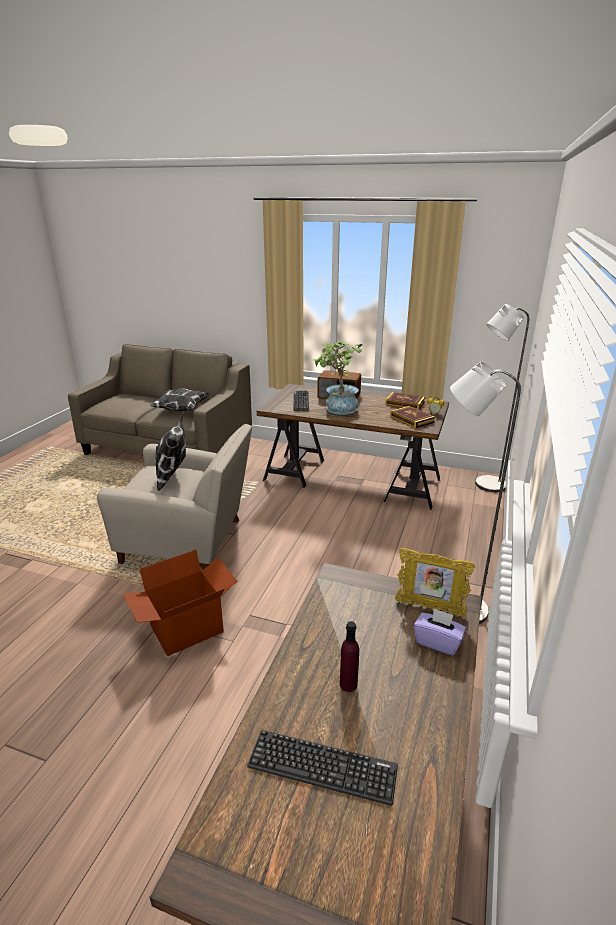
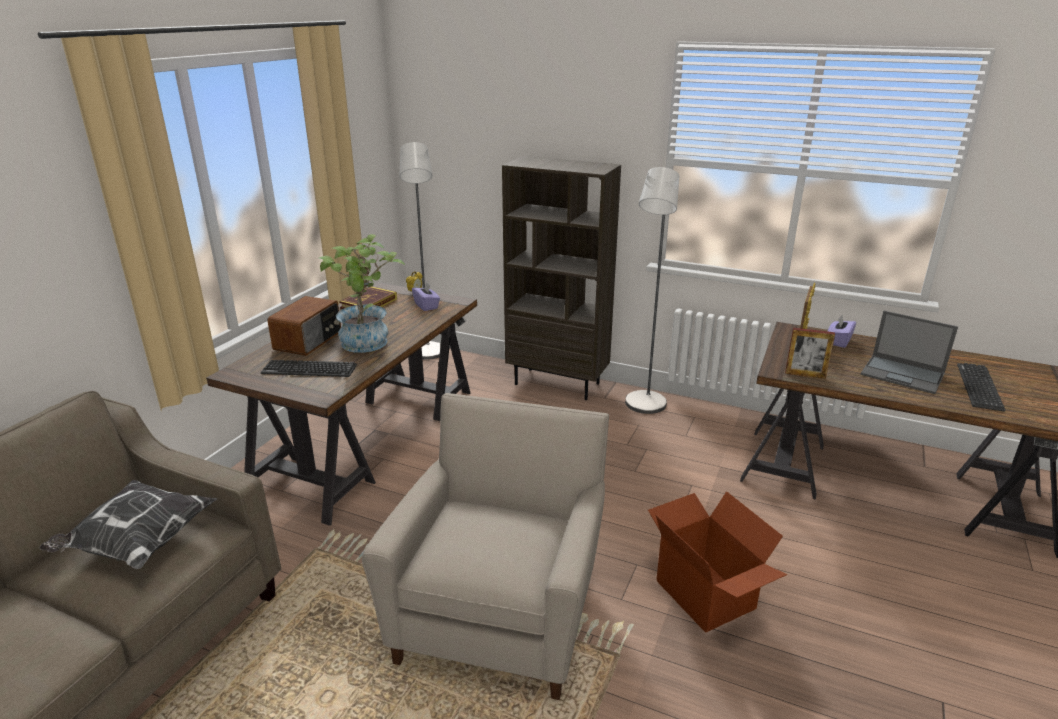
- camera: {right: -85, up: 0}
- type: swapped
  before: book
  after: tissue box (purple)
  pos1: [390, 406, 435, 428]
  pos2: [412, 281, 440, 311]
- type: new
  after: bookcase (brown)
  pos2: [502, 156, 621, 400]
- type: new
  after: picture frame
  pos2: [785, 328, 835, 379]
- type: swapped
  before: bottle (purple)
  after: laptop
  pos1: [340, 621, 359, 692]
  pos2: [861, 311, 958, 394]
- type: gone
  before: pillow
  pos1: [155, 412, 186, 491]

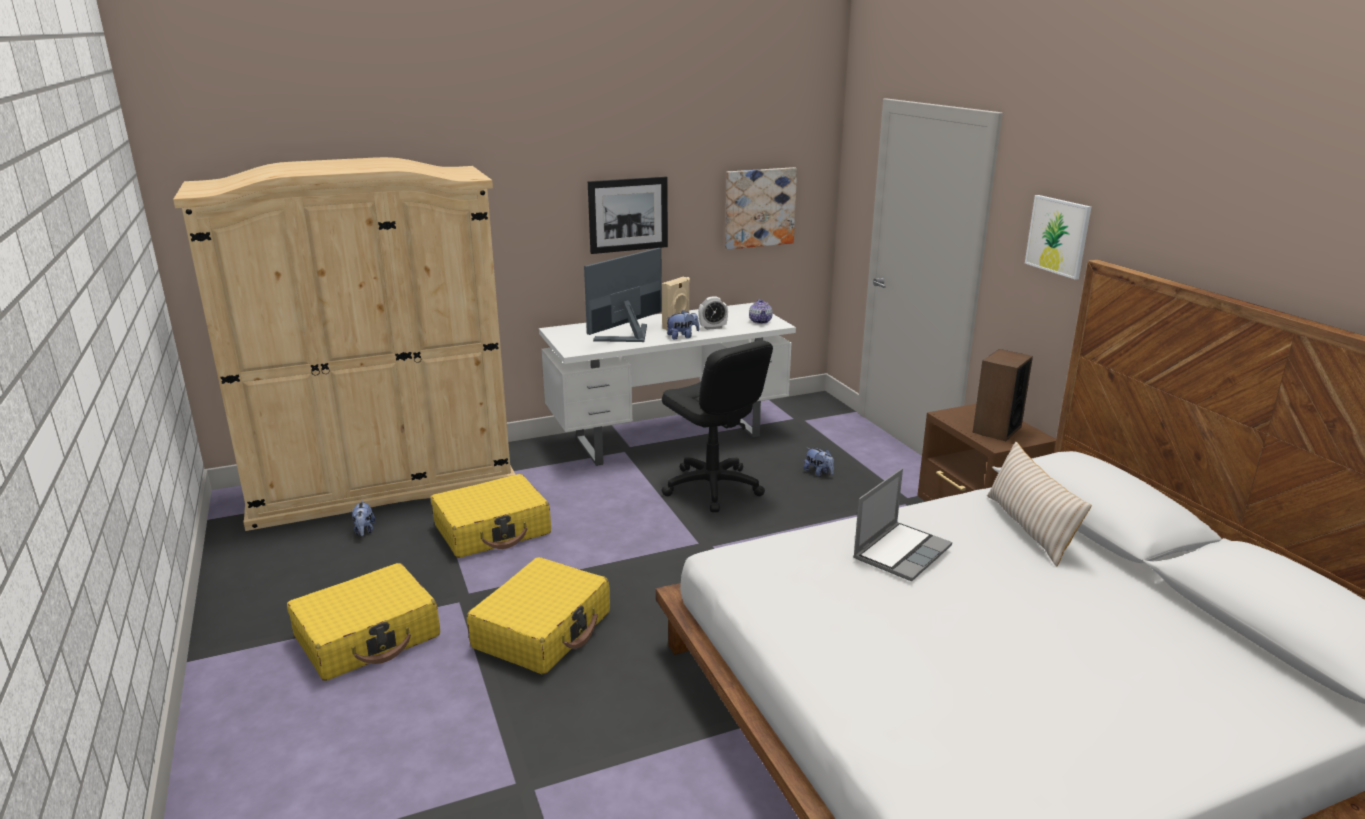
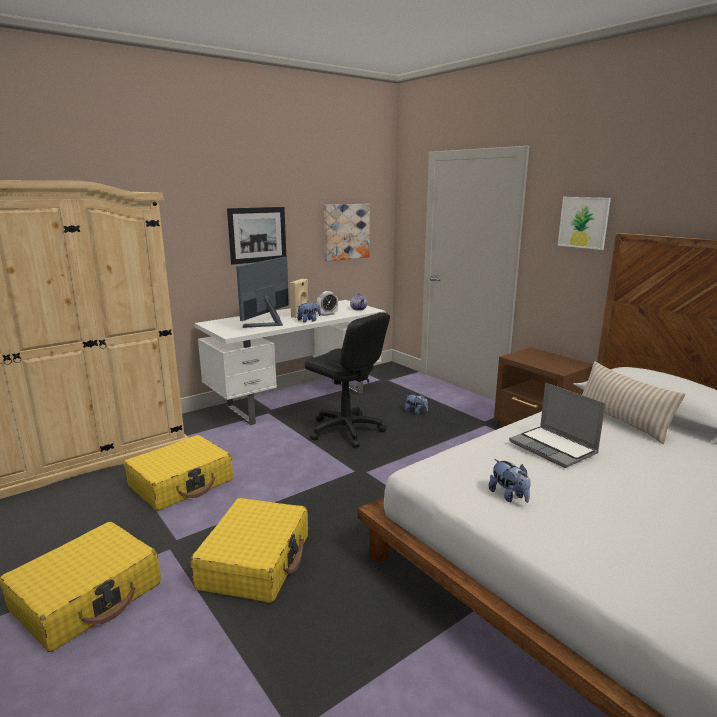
- camera: {right: -15, up: -5}
- type: shifted
  before: plush toy
  pos1: [351, 500, 375, 536]
  pos2: [488, 459, 531, 503]
- type: rotated
  before: laptop
  pos1: [853, 468, 952, 581]
  pos2: [509, 383, 606, 468]
  turn: 120
- type: gone
  before: speaker
  pos1: [972, 349, 1033, 441]

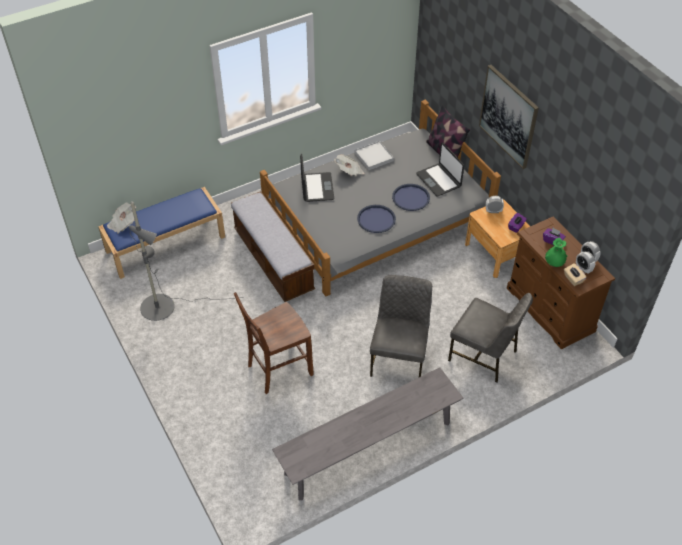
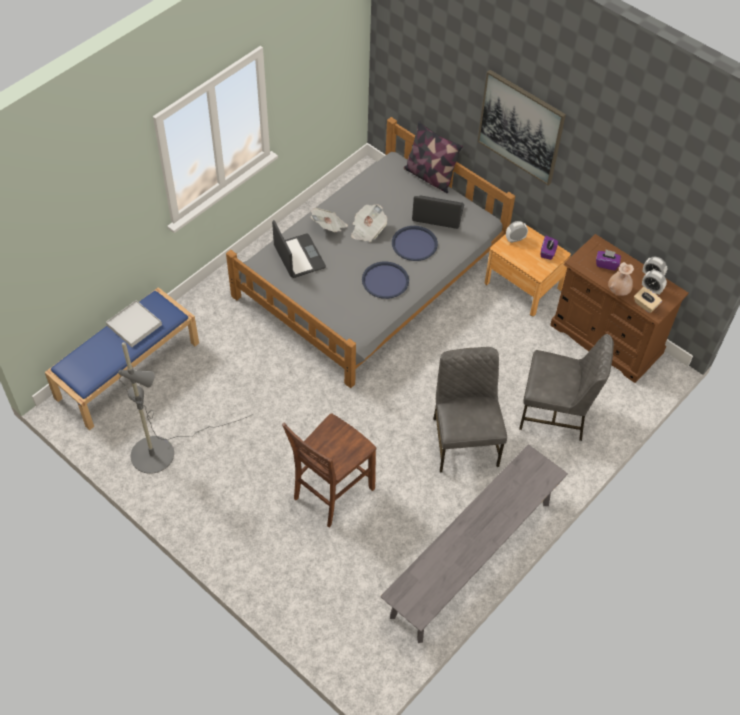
- camera: {right: -20, up: 5}
- type: shifted
  before: tray (white)
  pos1: [355, 141, 394, 170]
  pos2: [106, 300, 162, 347]
- type: shifted
  before: newspaper
  pos1: [107, 203, 136, 234]
  pos2: [351, 204, 387, 242]
- type: rotated
  before: laptop
  pos1: [416, 143, 464, 196]
  pos2: [412, 195, 464, 229]
  turn: 150
- type: repainted
  before: vase (green)
  after: vase (beige)
  pos1: [545, 238, 567, 267]
  pos2: [608, 262, 634, 296]
- type: gone
  before: bench
  pos1: [231, 191, 315, 302]

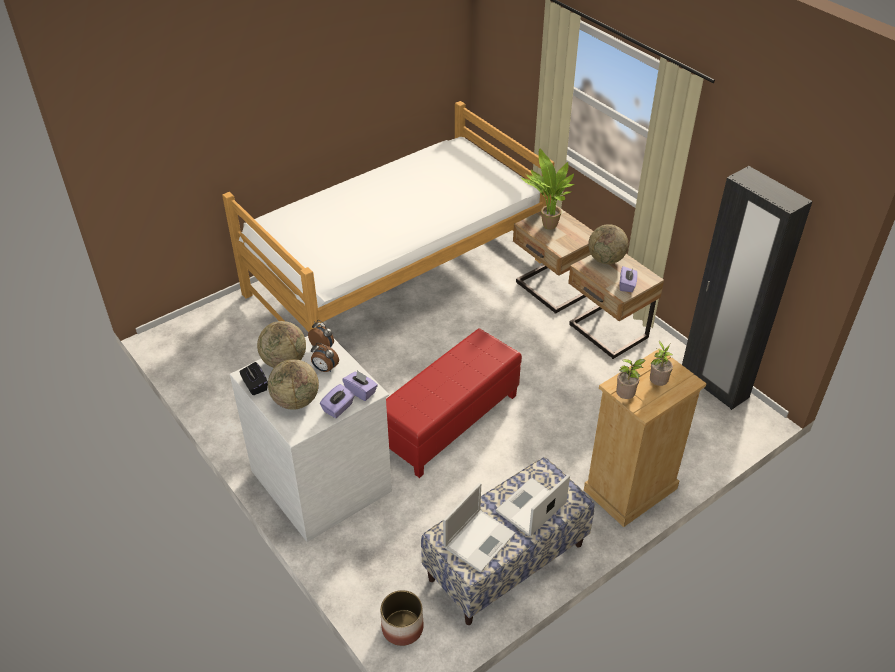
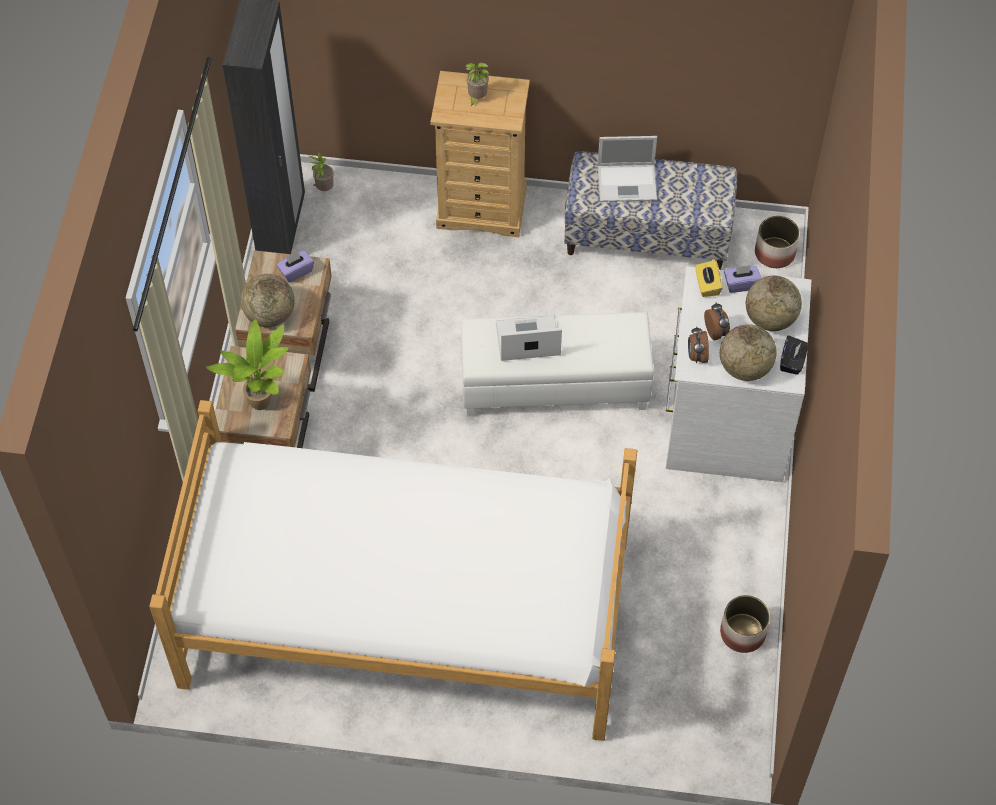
- camera: {right: -135, up: 15}
- type: shifted
  before: potted plant
  pos1: [616, 359, 646, 399]
  pos2: [308, 151, 334, 191]
- type: repainted
  before: ottoman (red)
  after: ottoman (white)
  pos1: [386, 328, 522, 478]
  pos2: [461, 312, 654, 417]
- type: shifted
  before: laptop
  pos1: [443, 483, 515, 572]
  pos2: [496, 315, 562, 361]
- type: repainted
  before: tissue box (purple)
  after: tissue box (yellow)
  pos1: [342, 370, 378, 401]
  pos2: [695, 260, 723, 297]
- type: new
  after: planter
  pos2: [720, 595, 770, 653]

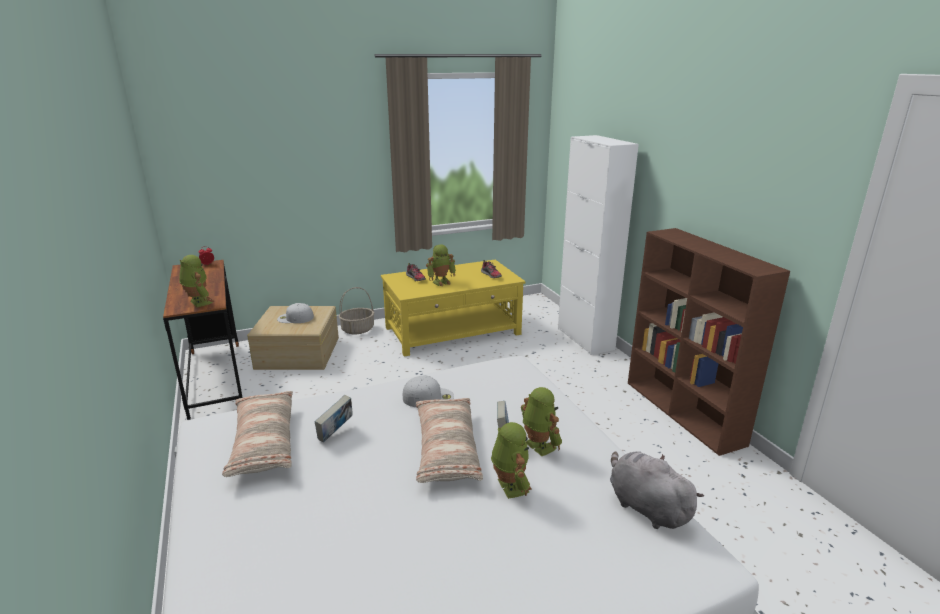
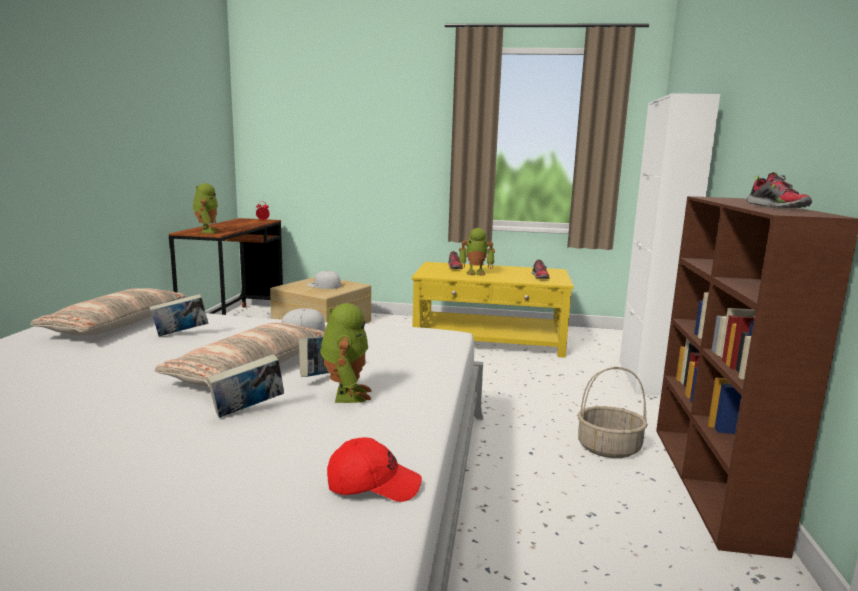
- camera: {right: 30, up: -10}
- type: swapped
  before: toy robot
  after: book
  pos1: [491, 422, 531, 499]
  pos2: [207, 354, 284, 418]
- type: swapped
  before: plush toy (grey)
  after: cap (red)
  pos1: [610, 451, 704, 529]
  pos2: [327, 437, 422, 502]
- type: shifted
  before: basket
  pos1: [339, 287, 374, 334]
  pos2: [578, 367, 648, 458]
- type: new
  after: shoe
  pos2: [746, 172, 812, 208]

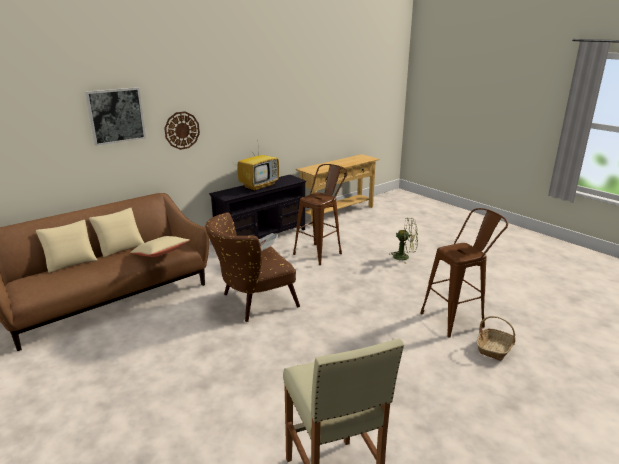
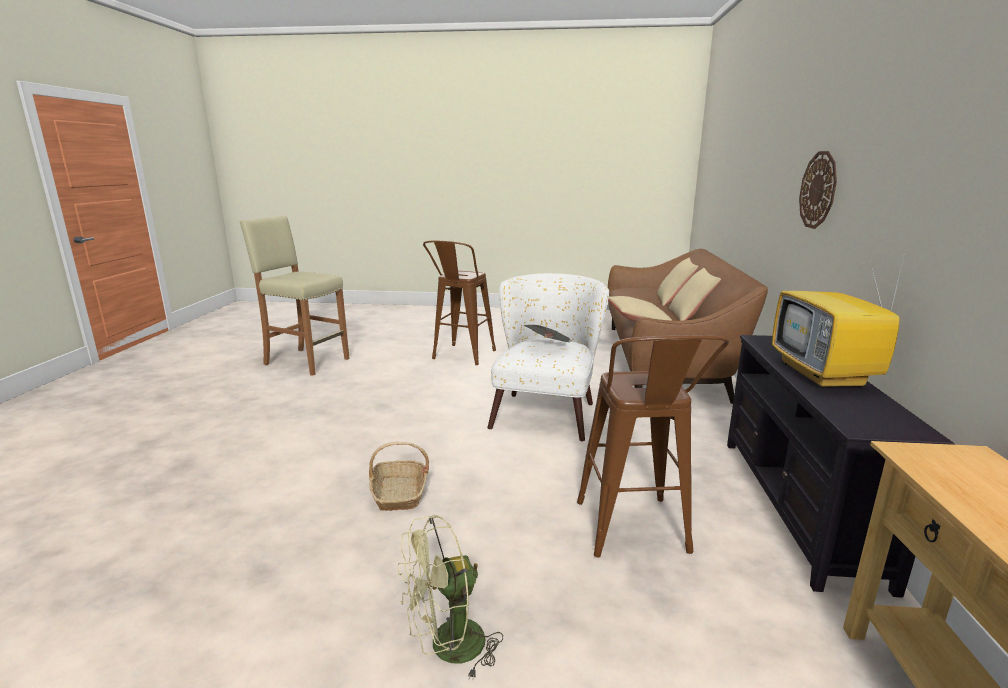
- camera: {right: 135, up: -5}
- type: shifted
  before: basket
  pos1: [477, 316, 516, 361]
  pos2: [369, 442, 429, 511]
- type: shifted
  before: stool (brown)
  pos1: [420, 208, 508, 337]
  pos2: [423, 240, 496, 365]
- type: repainted
  before: armchair (brown)
  after: armchair (white)
  pos1: [205, 212, 300, 322]
  pos2: [487, 273, 609, 442]
- type: gone
  before: picture
  pos1: [85, 87, 146, 146]

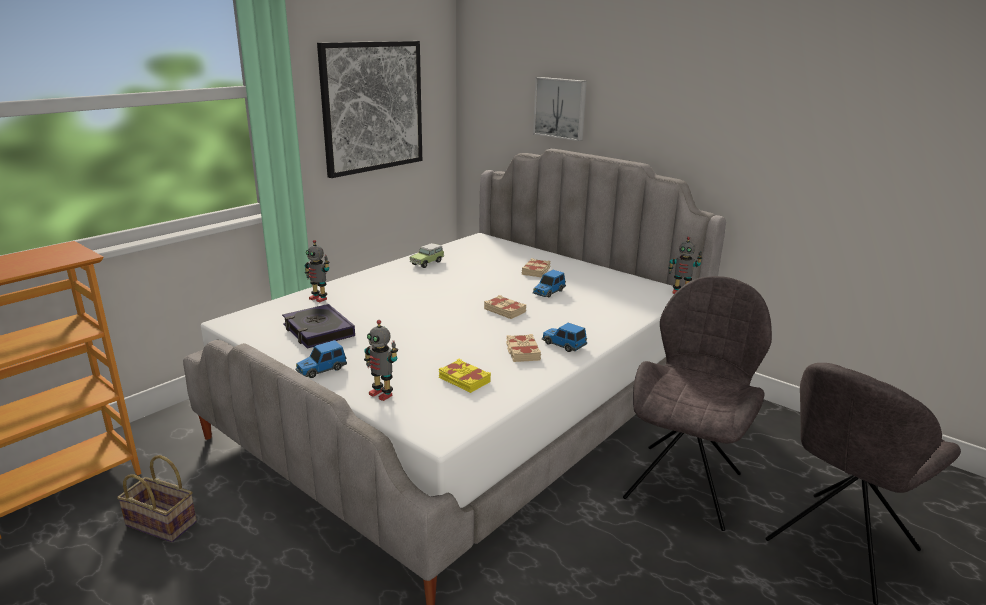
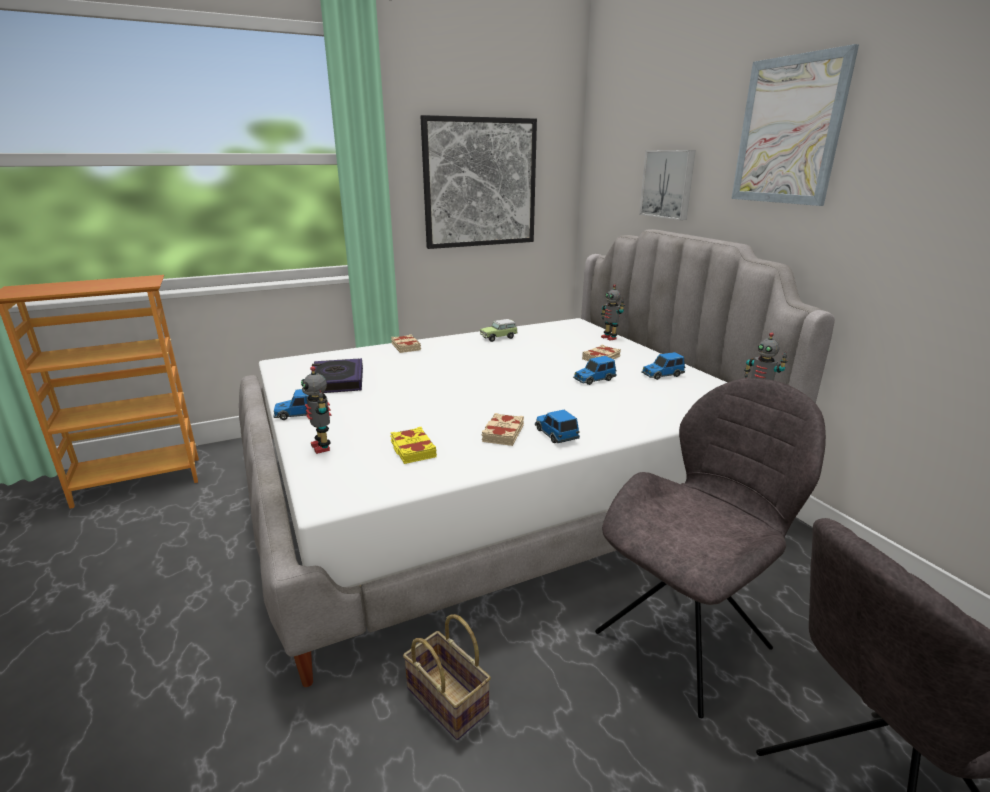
- camera: {right: 25, up: 0}
- type: shifted
  before: book (beige)
  pos1: [484, 295, 526, 319]
  pos2: [391, 334, 421, 353]
- type: shifted
  before: basket
  pos1: [117, 455, 197, 542]
  pos2: [403, 614, 491, 740]
- type: shifted
  before: toy robot
  pos1: [305, 240, 330, 302]
  pos2: [601, 284, 625, 341]
- type: new
  after: toy car
  pos2: [641, 352, 685, 380]
- type: new
  after: picture
  pos2: [732, 44, 859, 206]

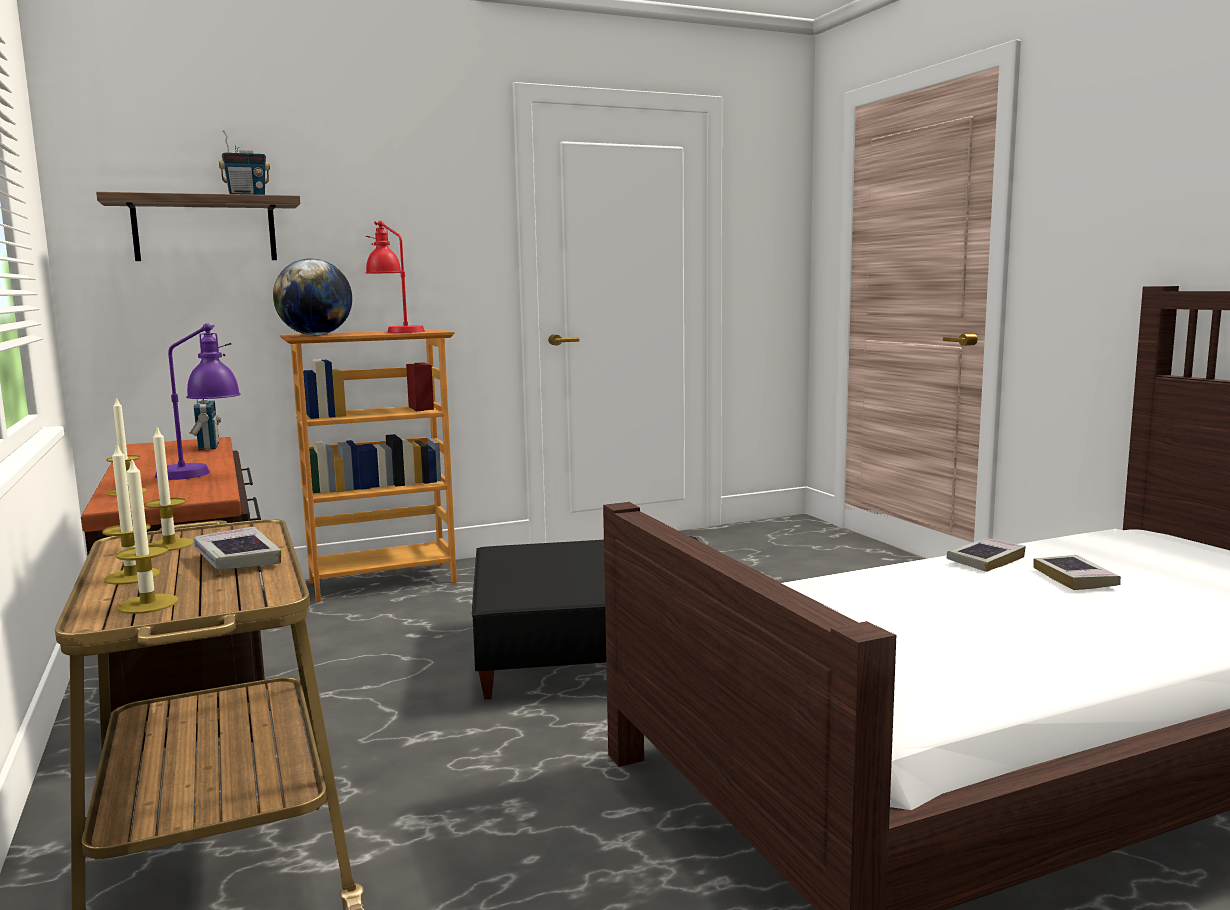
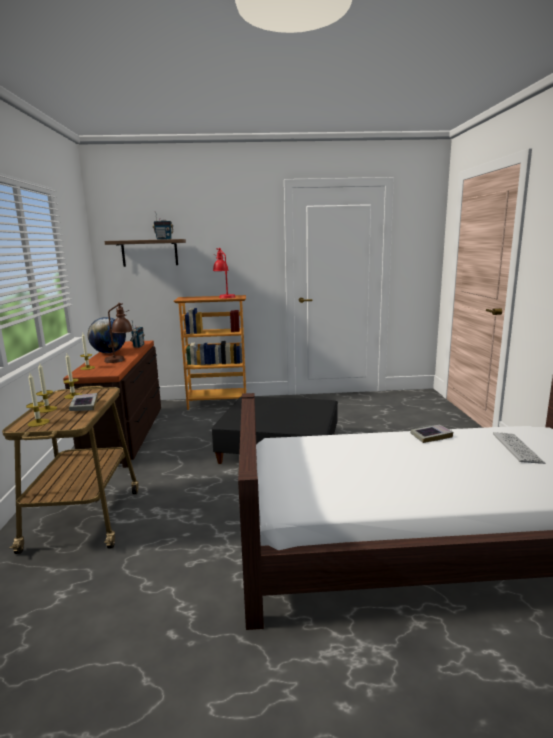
- camera: {right: 20, up: 5}
- type: shifted
  before: globe
  pos1: [273, 258, 352, 335]
  pos2: [88, 317, 126, 353]
- type: repainted
  before: table lamp (purple)
  after: table lamp (brown)
  pos1: [155, 323, 241, 480]
  pos2: [104, 303, 133, 363]
- type: new
  after: keyboard
  pos2: [493, 432, 545, 464]
- type: gone
  before: book
  pos1: [1033, 555, 1121, 590]

